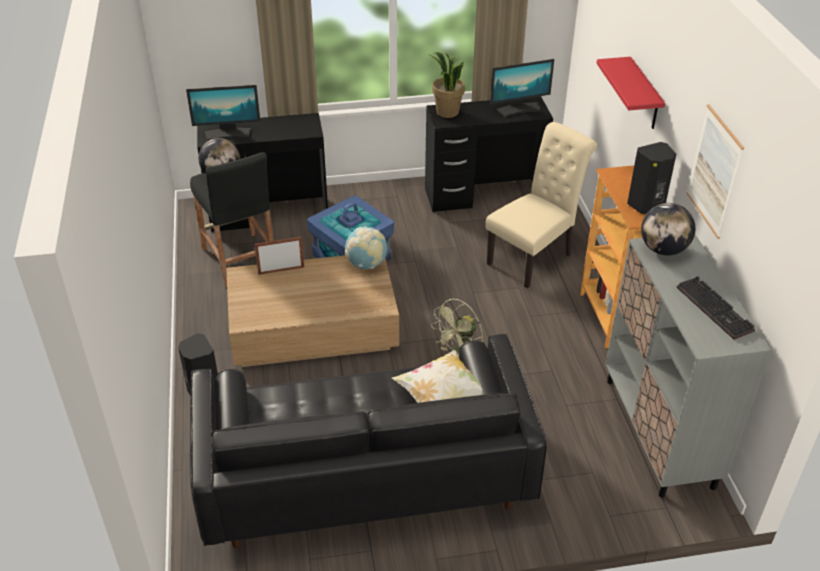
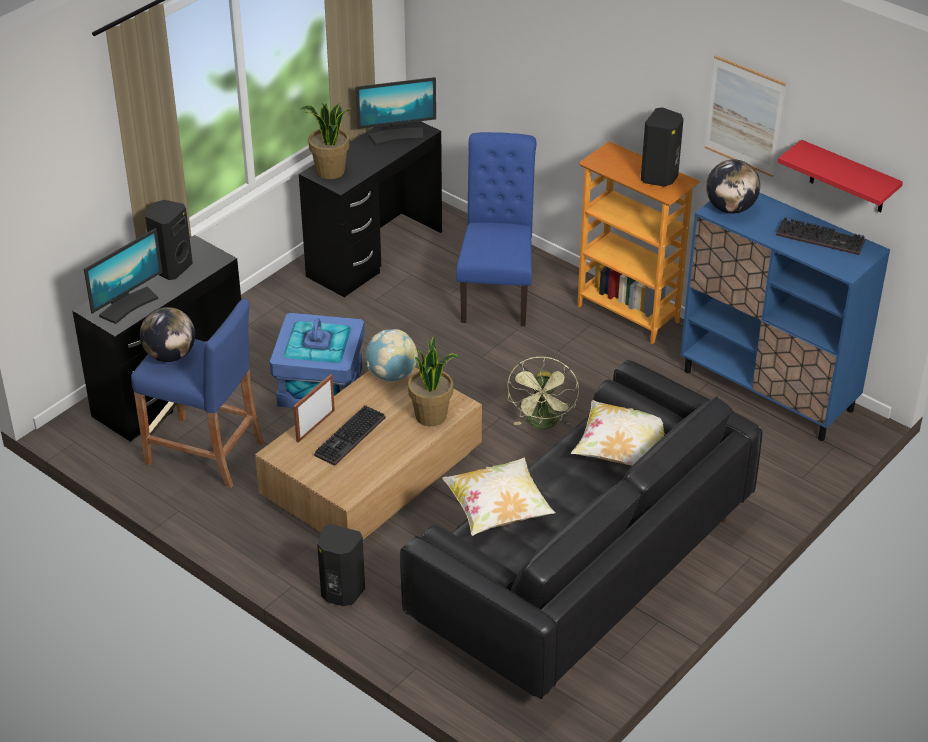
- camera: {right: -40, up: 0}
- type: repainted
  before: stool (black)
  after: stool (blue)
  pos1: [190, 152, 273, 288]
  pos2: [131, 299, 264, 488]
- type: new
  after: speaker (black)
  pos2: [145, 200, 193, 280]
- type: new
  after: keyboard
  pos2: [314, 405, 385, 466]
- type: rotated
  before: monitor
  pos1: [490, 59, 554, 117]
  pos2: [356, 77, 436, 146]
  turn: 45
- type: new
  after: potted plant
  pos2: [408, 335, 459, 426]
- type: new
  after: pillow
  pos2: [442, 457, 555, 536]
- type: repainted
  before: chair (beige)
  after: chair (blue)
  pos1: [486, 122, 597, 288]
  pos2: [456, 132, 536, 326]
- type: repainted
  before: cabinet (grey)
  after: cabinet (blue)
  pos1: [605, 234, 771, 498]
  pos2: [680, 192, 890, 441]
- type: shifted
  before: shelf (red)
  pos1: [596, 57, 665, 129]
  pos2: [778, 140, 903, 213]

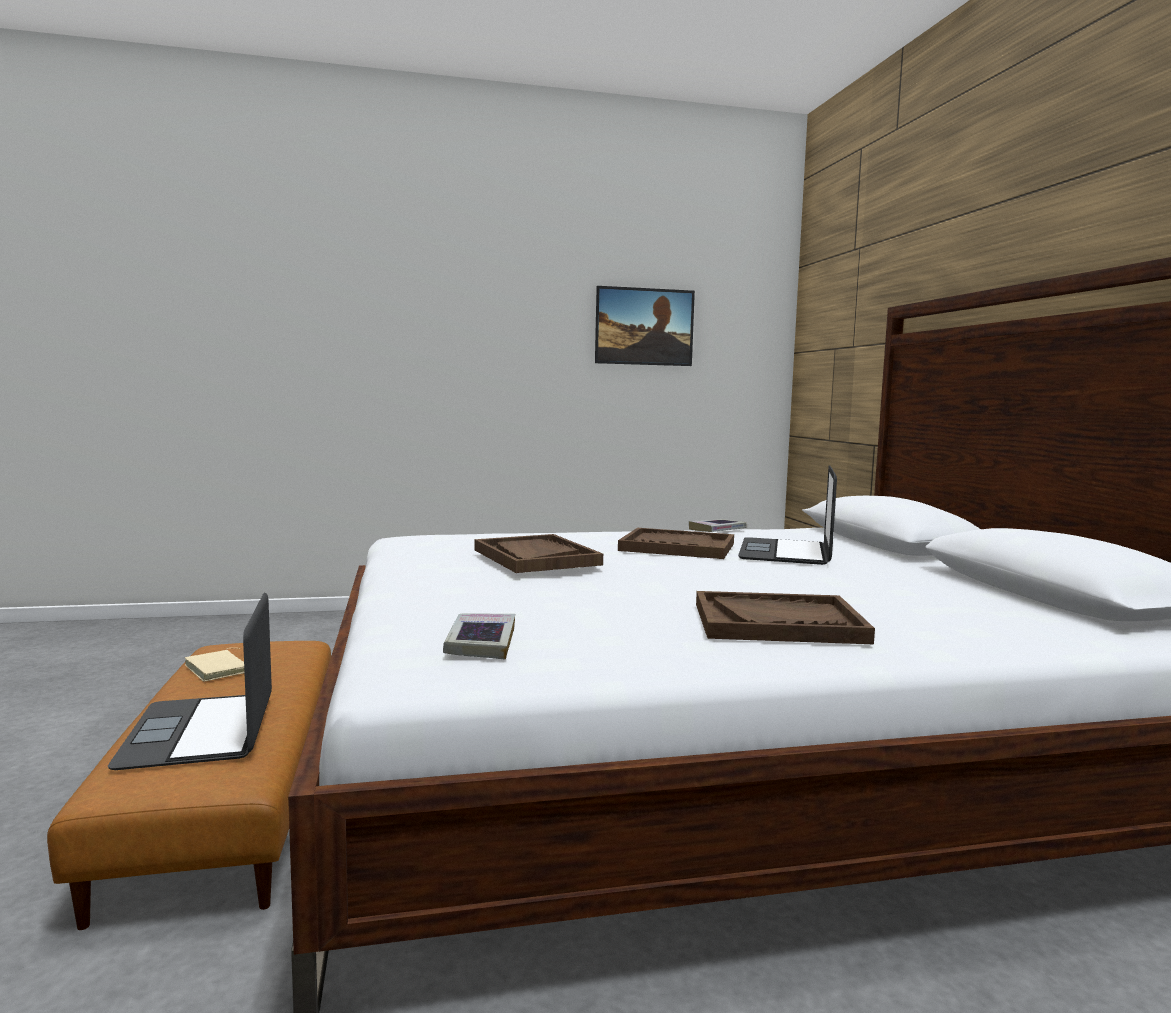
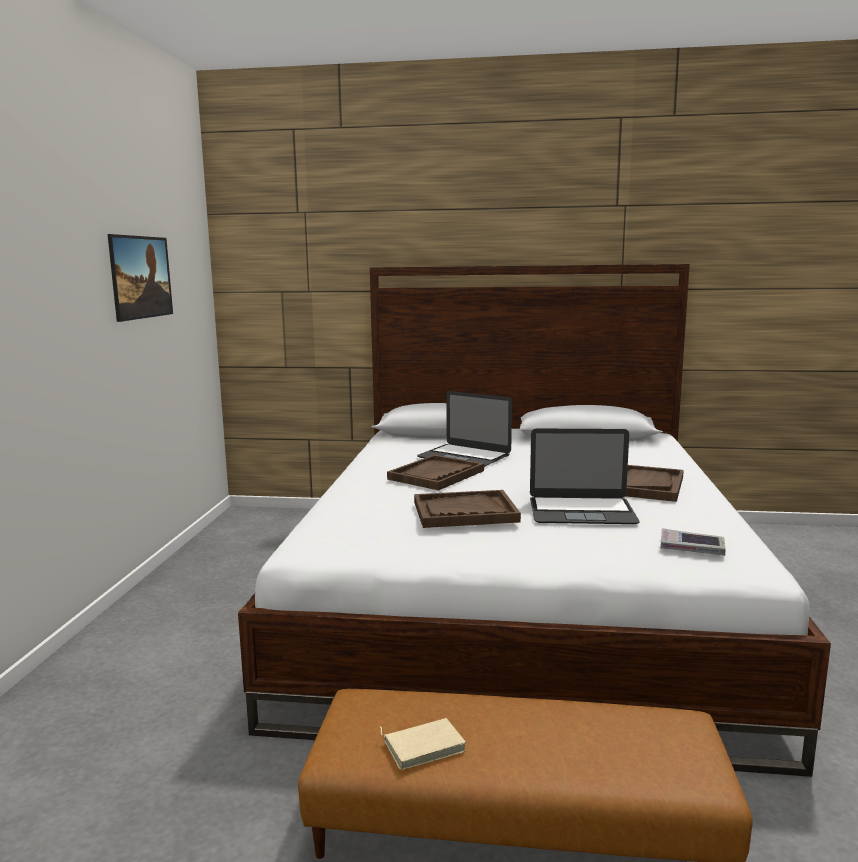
- camera: {right: -70, up: 5}
- type: shifted
  before: laptop
  pos1: [108, 593, 272, 770]
  pos2: [530, 429, 640, 524]
- type: gone
  before: book
  pos1: [689, 519, 746, 532]

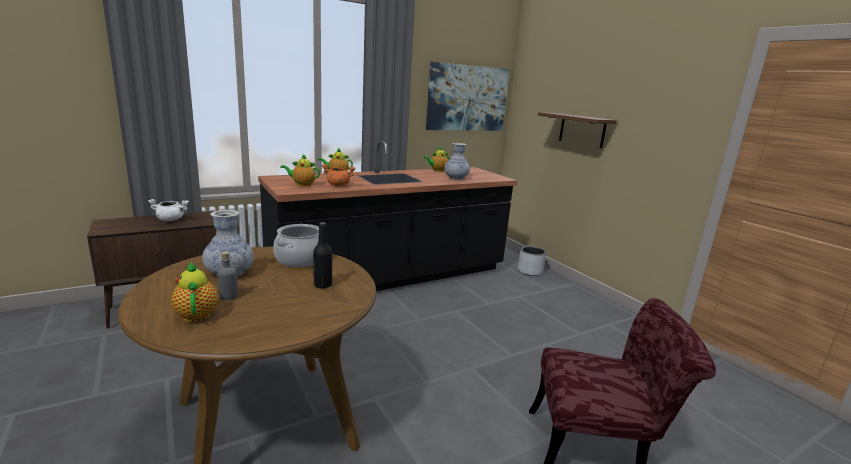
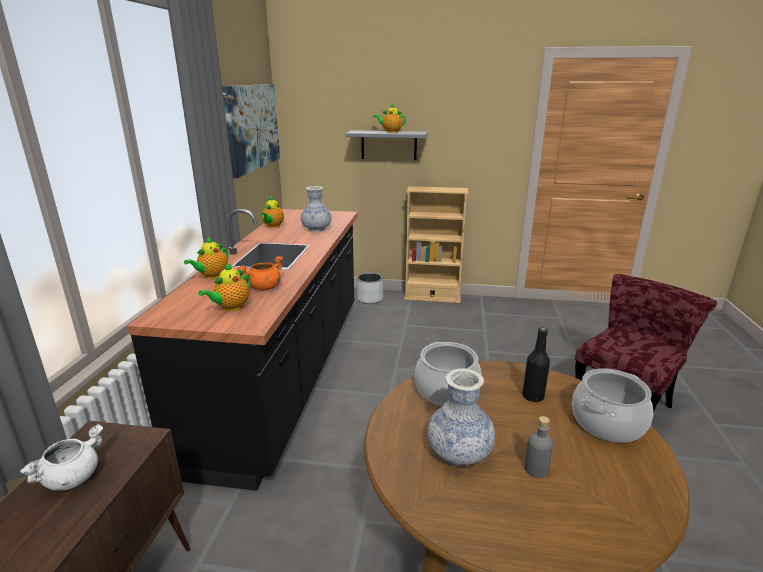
- camera: {right: -50, up: 5}
- type: repainted
  before: shelf (brown)
  after: shelf (grey)
  pos1: [538, 112, 617, 148]
  pos2: [346, 130, 428, 160]
- type: shifted
  before: teapot
  pos1: [171, 261, 218, 323]
  pos2: [373, 103, 406, 133]
- type: new
  after: bookcase (beige)
  pos2: [404, 186, 468, 303]
- type: new
  after: cooking pot
  pos2: [572, 368, 653, 443]

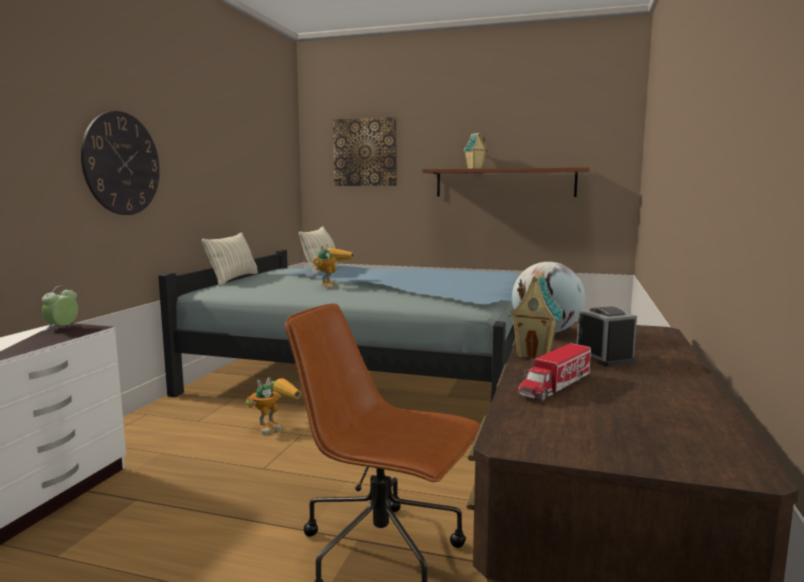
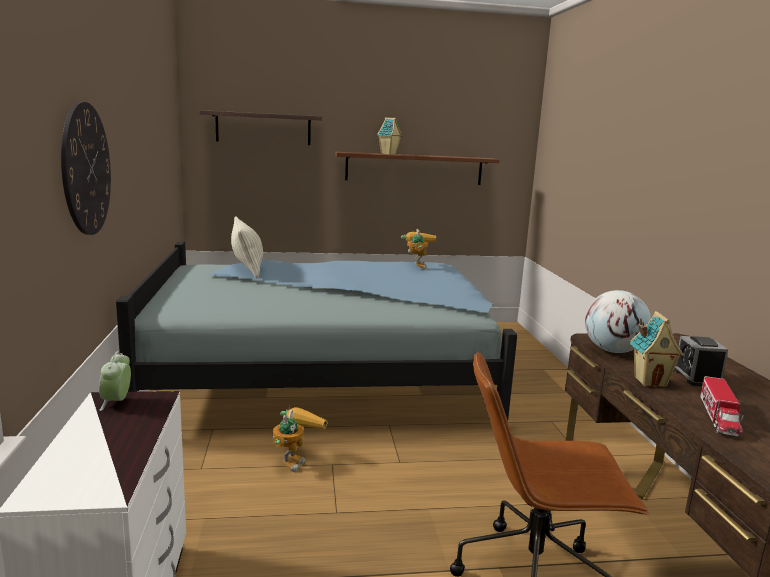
- camera: {right: -25, up: 5}
- type: swapped
  before: picture
  after: shelf
  pos1: [333, 117, 397, 186]
  pos2: [199, 110, 322, 145]
- type: shifted
  before: toy robot
  pos1: [313, 244, 354, 289]
  pos2: [401, 229, 436, 270]
- type: rotated
  before: alarm clock
  pos1: [577, 307, 637, 367]
  pos2: [674, 336, 728, 386]
  turn: -135
- type: gone
  before: pillow
  pos1: [202, 232, 258, 287]

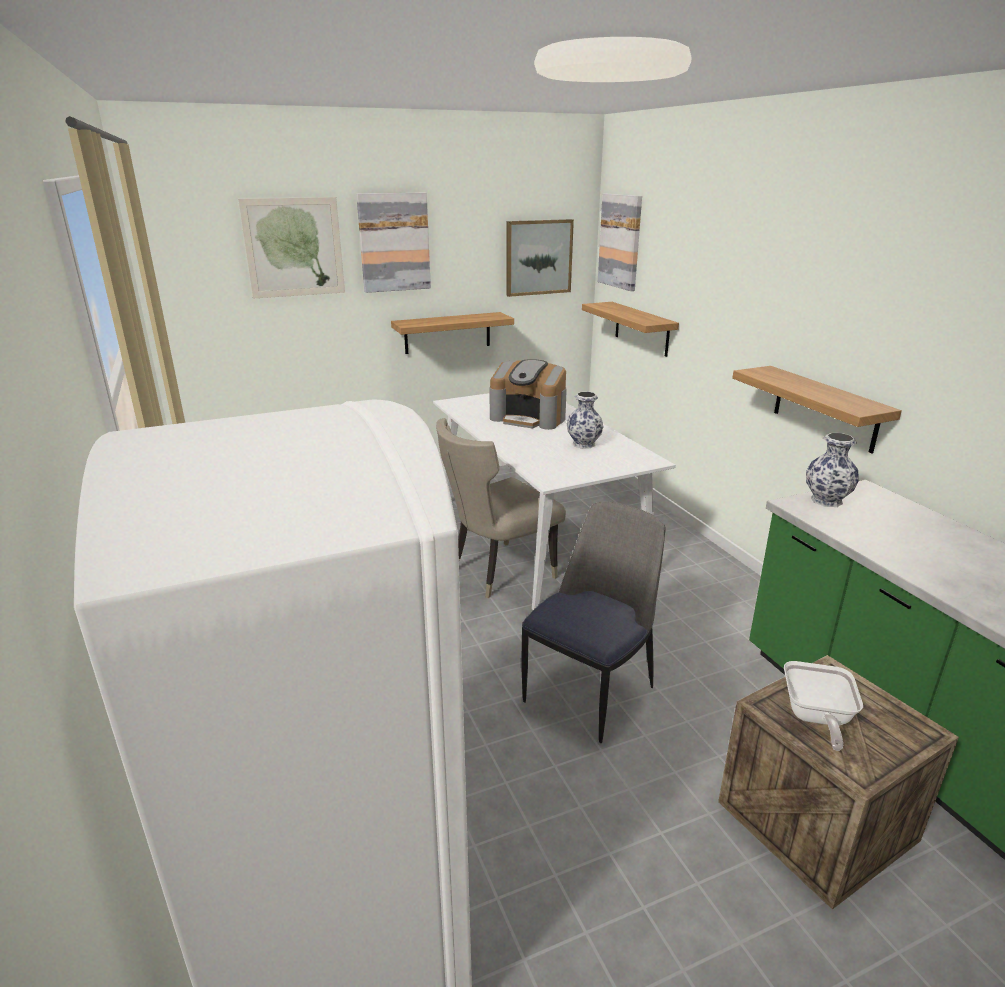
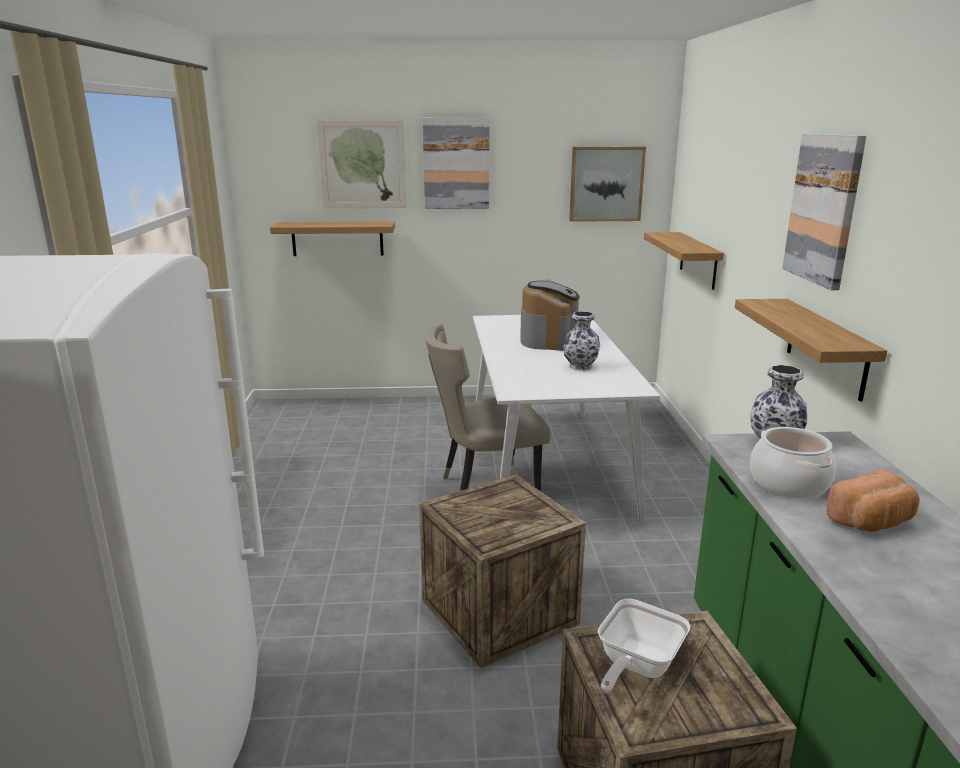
- camera: {right: 20, up: -5}
- type: shifted
  before: shelf
  pos1: [391, 312, 514, 354]
  pos2: [270, 222, 395, 256]
- type: swapped
  before: chair
  after: crate
  pos1: [521, 501, 666, 743]
  pos2: [419, 474, 586, 668]
- type: rotated
  before: coffee machine
  pos1: [489, 359, 567, 430]
  pos2: [520, 280, 580, 351]
  turn: -120
- type: new
  after: cooking pot
  pos2: [750, 427, 836, 499]
- type: shifted
  before: picture
  pos1: [598, 194, 642, 291]
  pos2: [782, 133, 866, 290]
- type: new
  after: bread
  pos2: [826, 470, 920, 532]

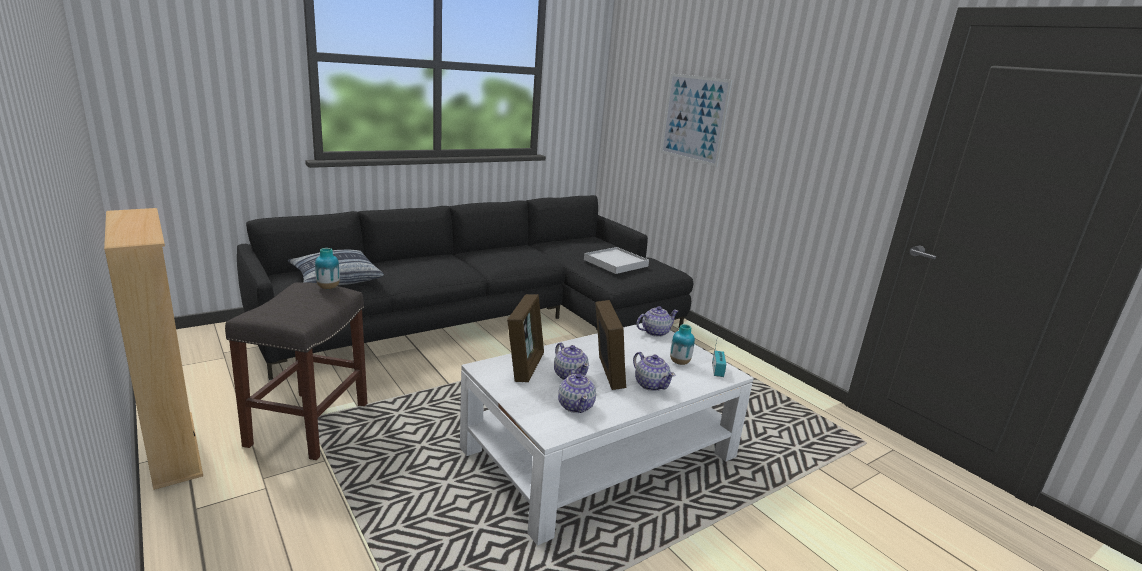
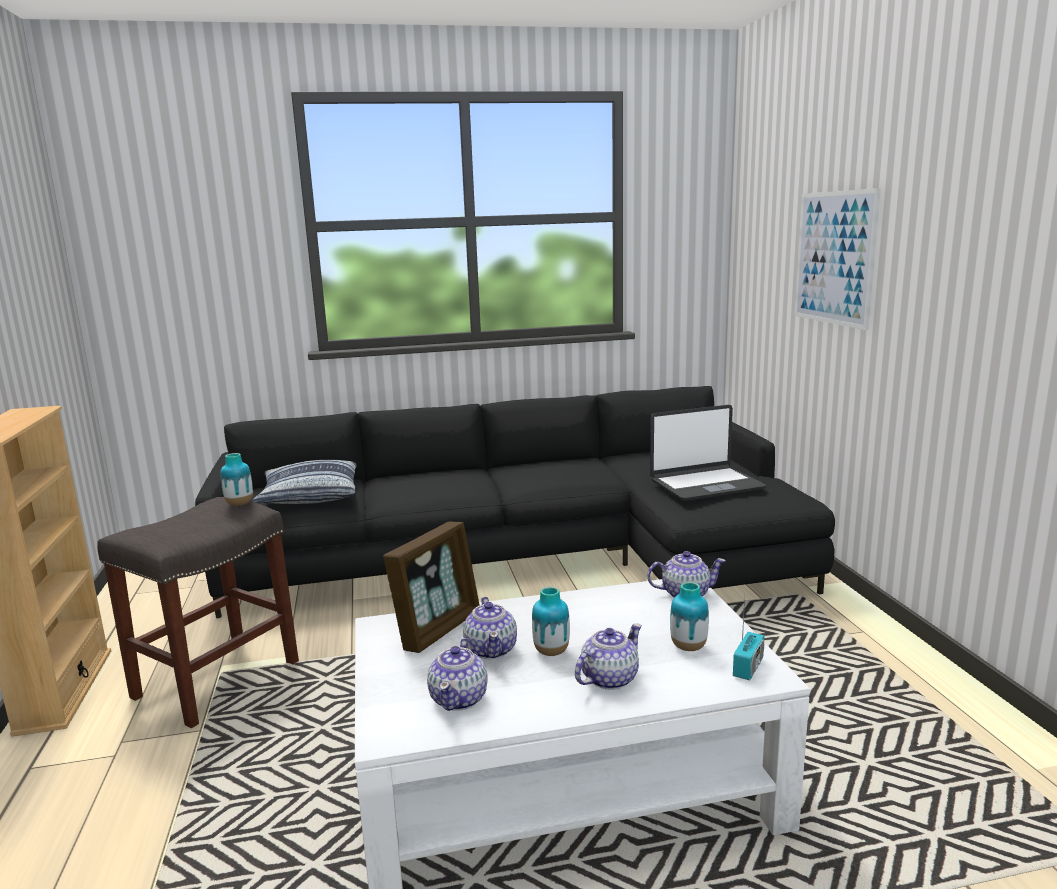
- camera: {right: 25, up: -5}
- type: swapped
  before: picture frame
  after: vase
  pos1: [595, 300, 626, 390]
  pos2: [532, 587, 570, 656]
- type: rotated
  before: teapot
  pos1: [633, 352, 676, 391]
  pos2: [575, 624, 642, 690]
  turn: -120
- type: swapped
  before: tray (white)
  after: laptop
  pos1: [584, 247, 649, 274]
  pos2: [650, 405, 766, 501]

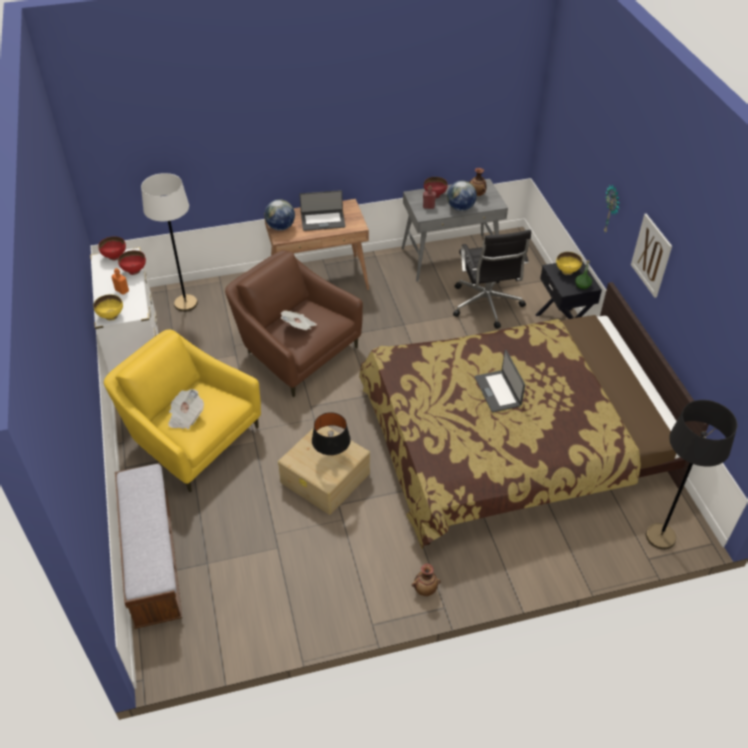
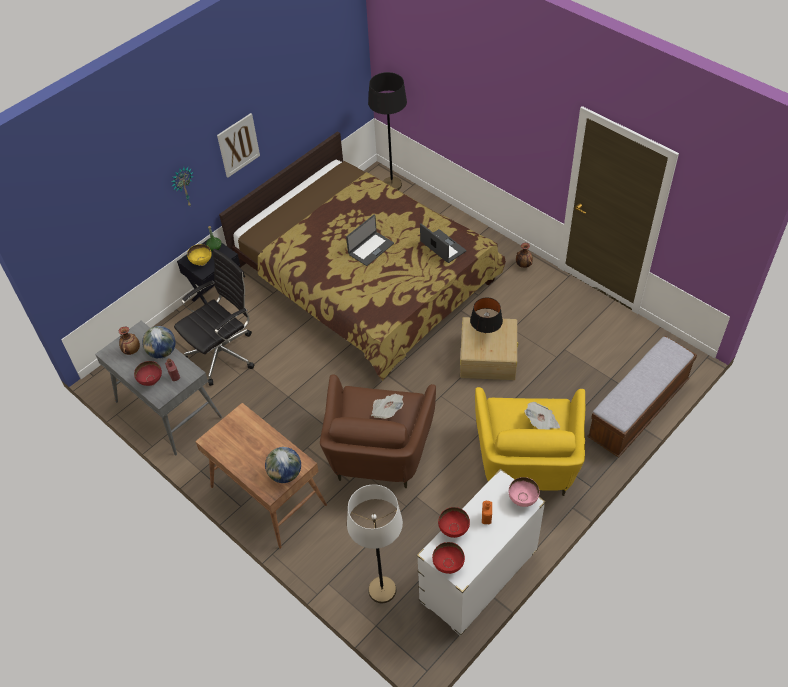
- camera: {right: -120, up: 5}
- type: shifted
  before: laptop
  pos1: [300, 190, 346, 231]
  pos2: [420, 224, 467, 263]
- type: repainted
  before: bowl (yellow)
  after: bowl (pink)
  pos1: [93, 294, 123, 320]
  pos2: [509, 477, 539, 507]

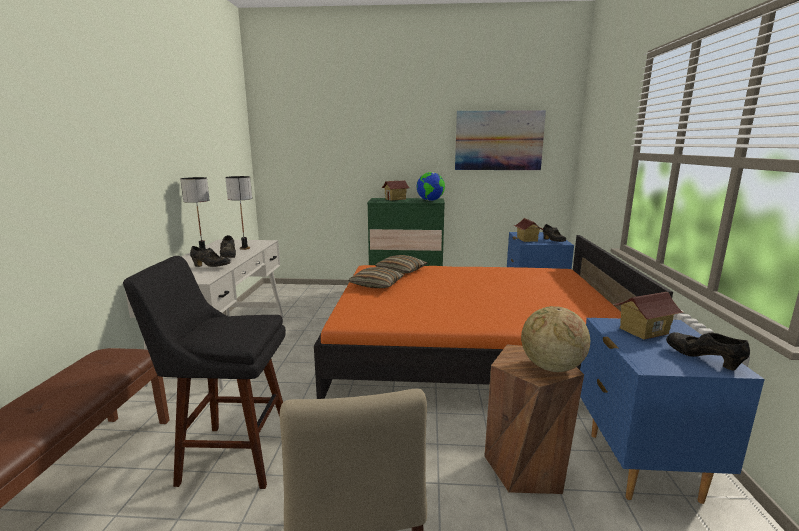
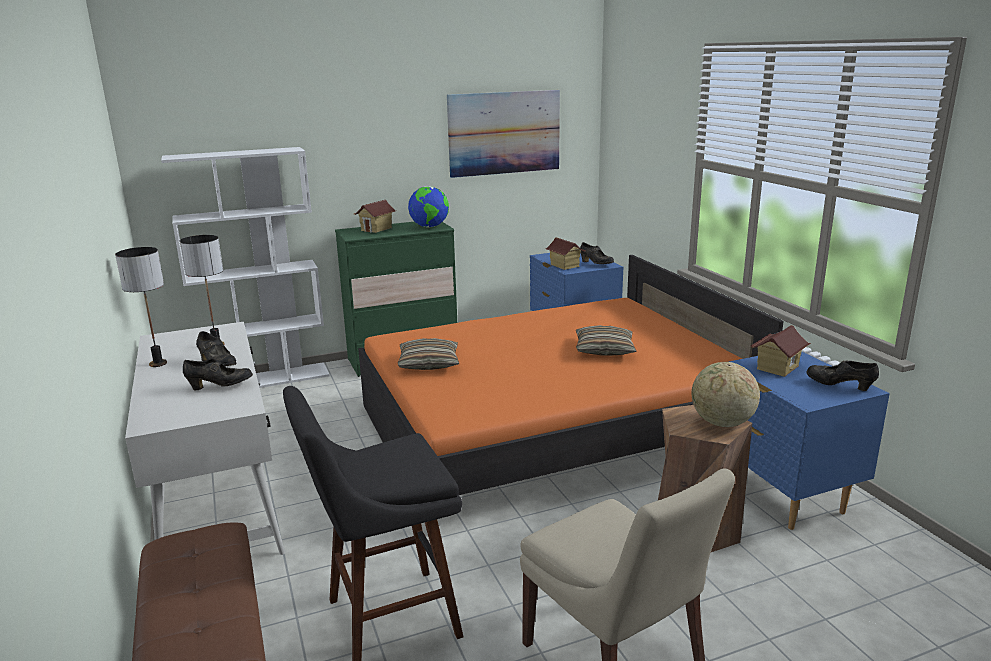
- camera: {right: -25, up: 5}
- type: new
  after: bookcase (white)
  pos2: [161, 147, 329, 388]
- type: shifted
  before: pillow
  pos1: [375, 255, 427, 274]
  pos2: [576, 325, 637, 356]

